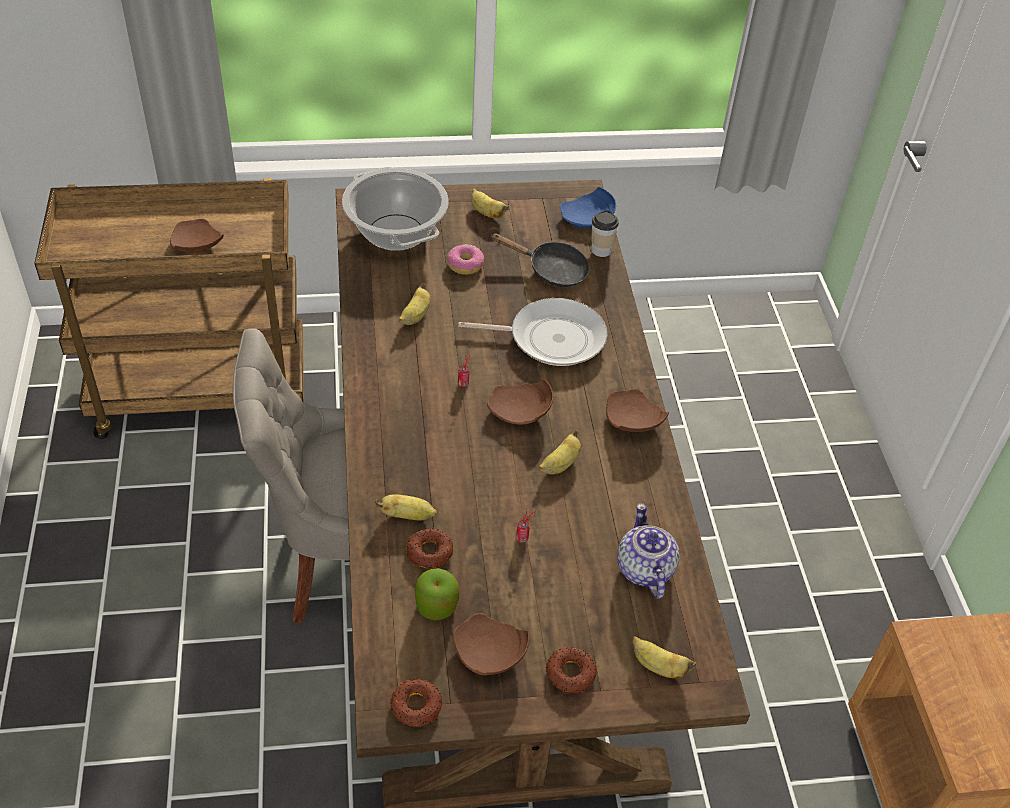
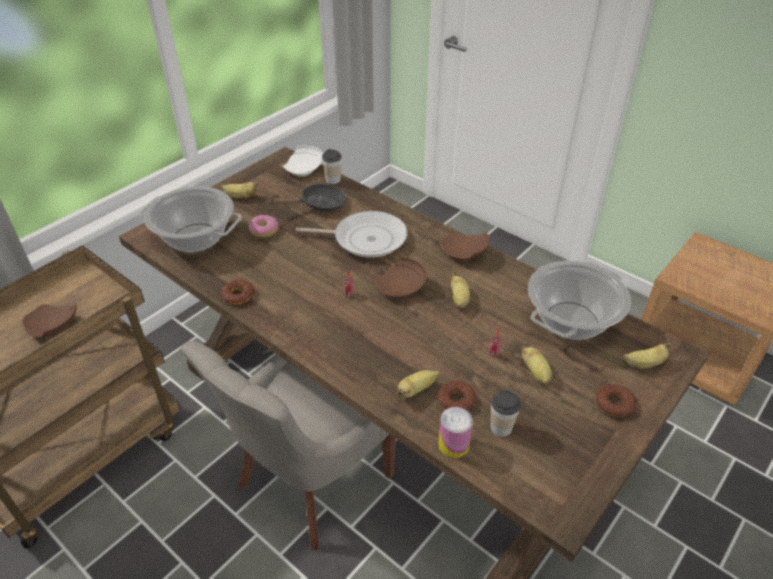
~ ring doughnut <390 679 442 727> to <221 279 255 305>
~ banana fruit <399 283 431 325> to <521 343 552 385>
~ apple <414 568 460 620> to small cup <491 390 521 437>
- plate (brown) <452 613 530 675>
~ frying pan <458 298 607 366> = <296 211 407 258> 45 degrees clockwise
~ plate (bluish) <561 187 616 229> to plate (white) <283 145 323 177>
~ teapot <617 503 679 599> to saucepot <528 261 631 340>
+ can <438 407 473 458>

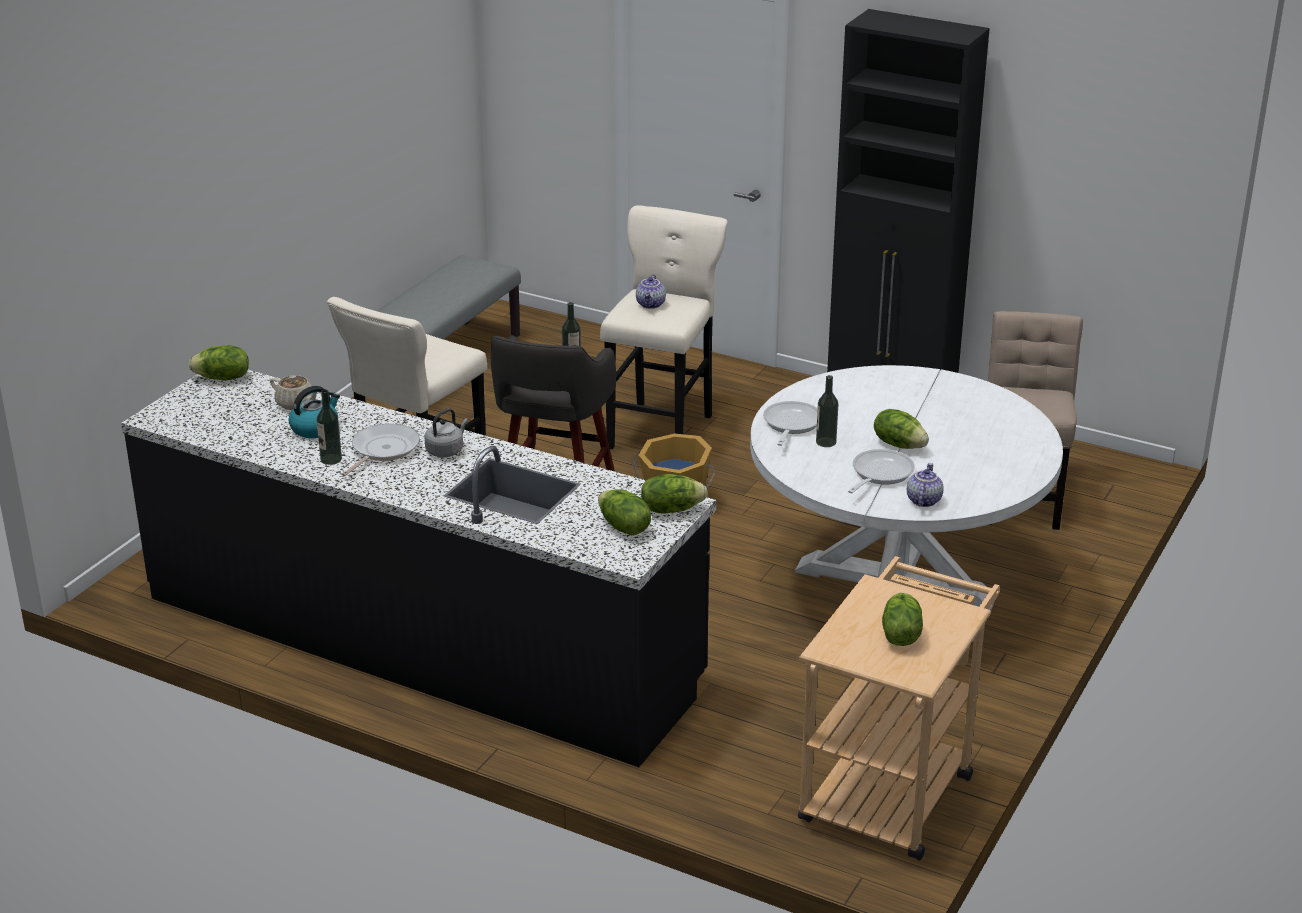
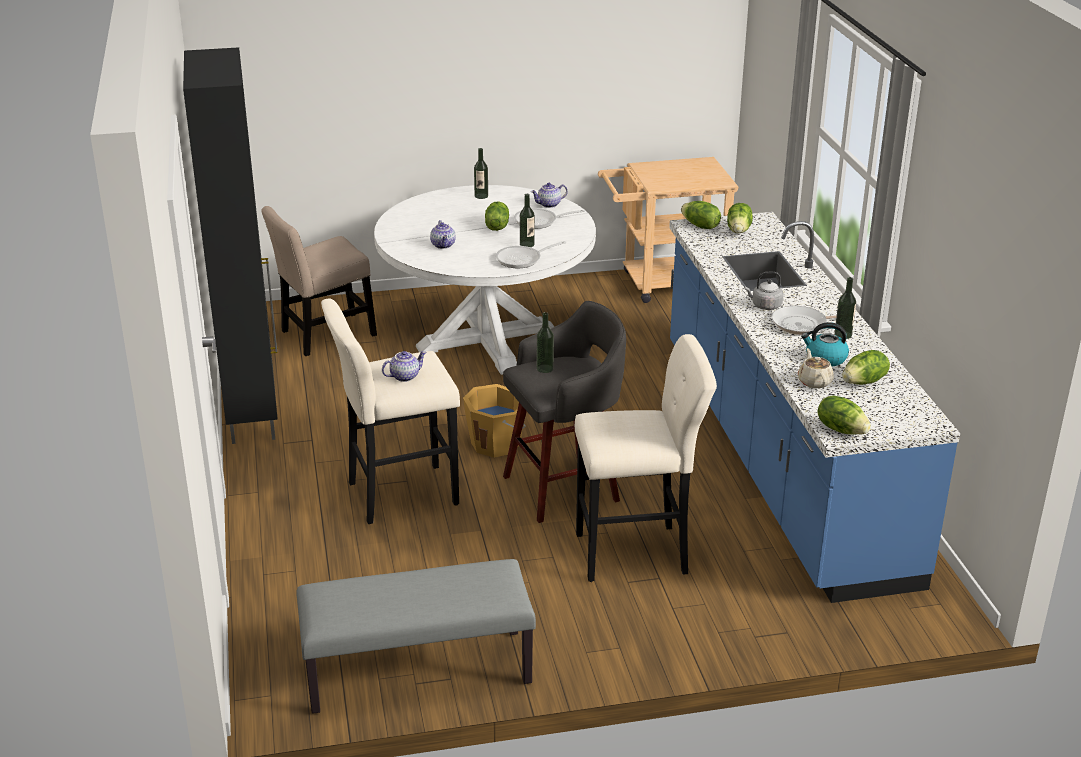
~ kitchen base unit (black-coloured) <121 370 716 767> to kitchen base unit (bluish) <669 212 960 603>
~ lettuce <882 592 923 646> to <842 350 890 385>
+ teapot <430 220 456 249>
+ beverage bottle <474 148 488 199>

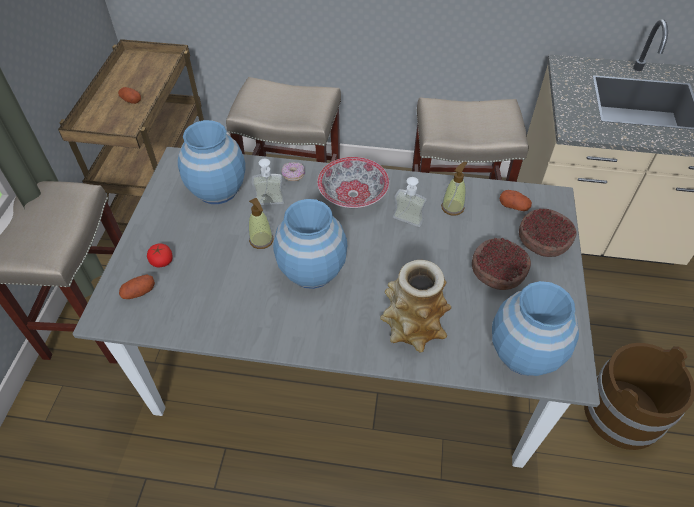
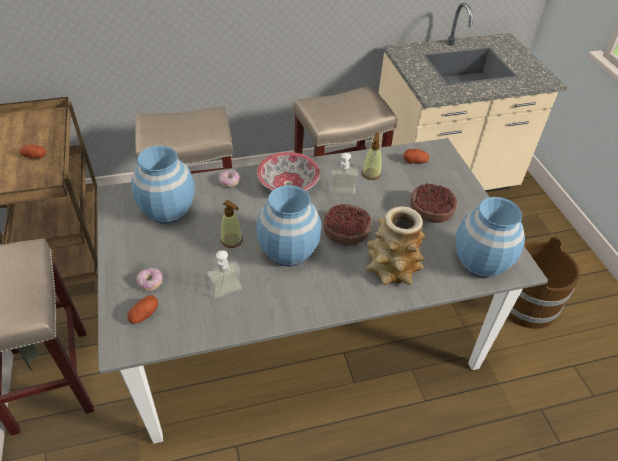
~ fresh tomato <147 243 173 267> to ring doughnut <136 268 163 291>
~ liquid soap bottle <252 159 284 205> to <207 250 242 299>
~ serving bowl <519 209 577 257> to <323 204 372 246>

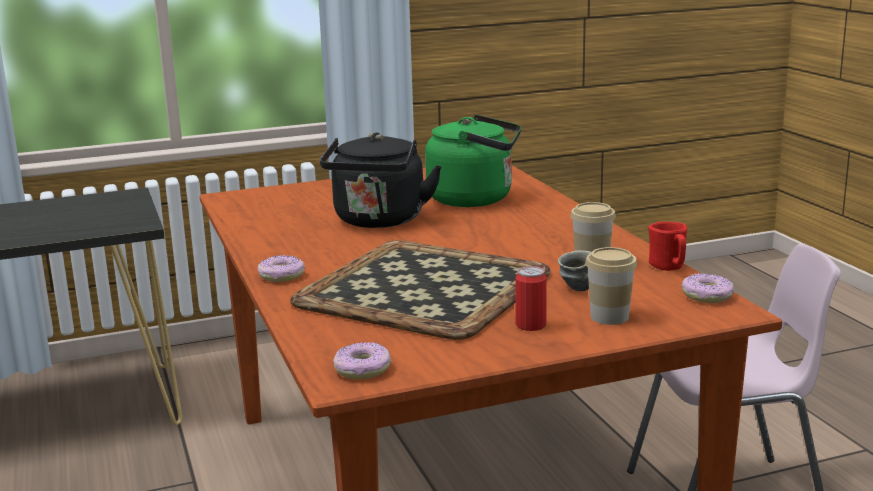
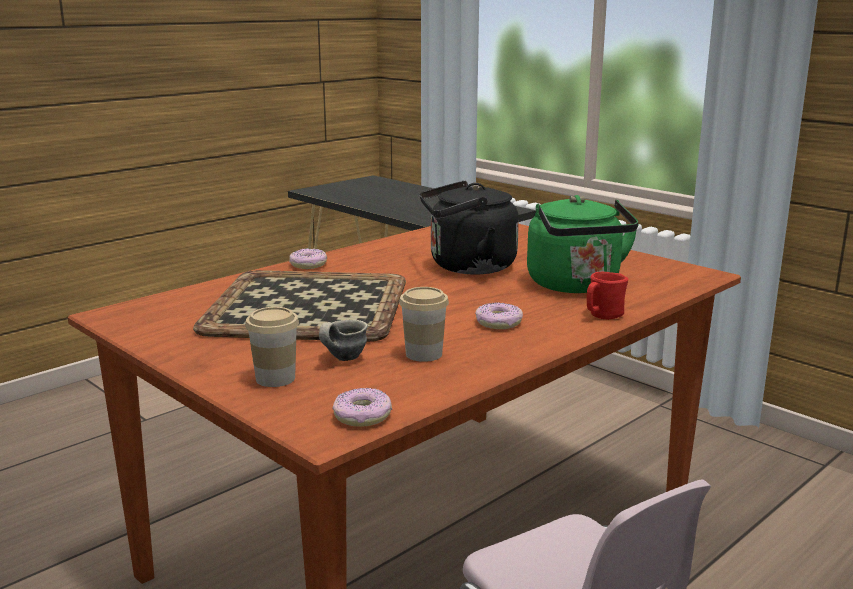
~ ring doughnut <333 342 391 379> to <475 303 523 329>
- can <515 266 547 331>
~ tea mug (red-coloured) <648 222 688 271> to <587 272 628 320>

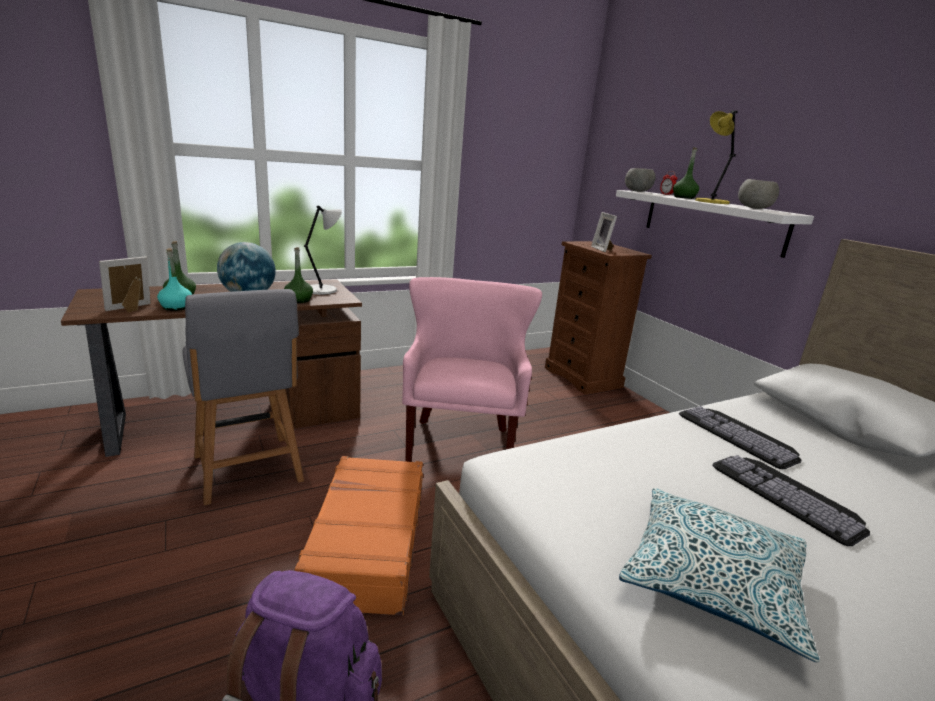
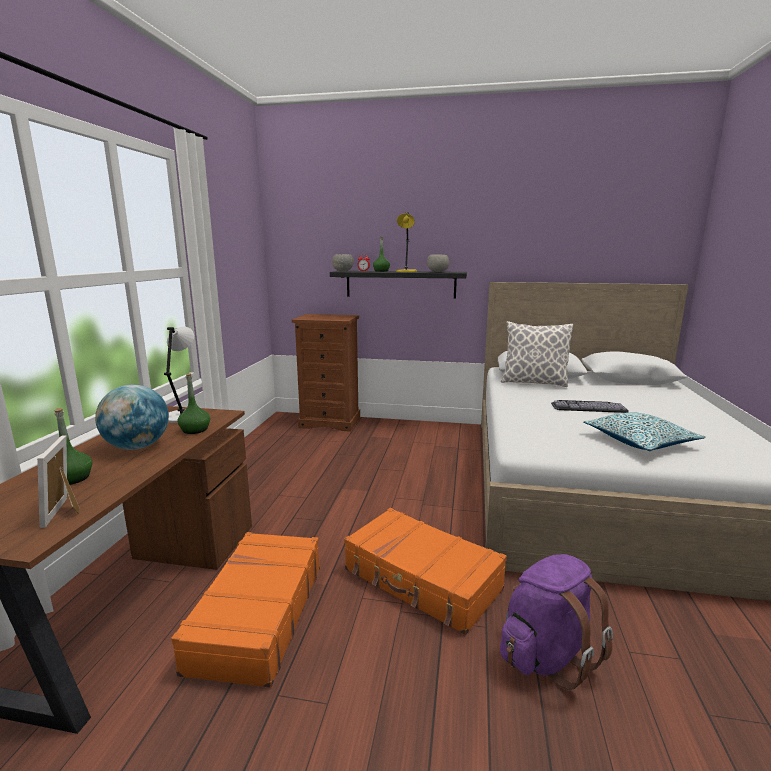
- beverage bottle (blue-green) <157 248 192 311>
~ chair (greyish) <183 289 304 506> to piece of luggage (orange-coloured) <171 532 320 688>
- easy chair (pink-coloured) <402 277 542 462>
- picture frame <591 212 617 252>
~ shelf (white) <616 190 814 258> to shelf (black-coloured) <330 271 467 299>
- PC keyboard <679 406 802 469>
+ pillow <501 321 573 387>

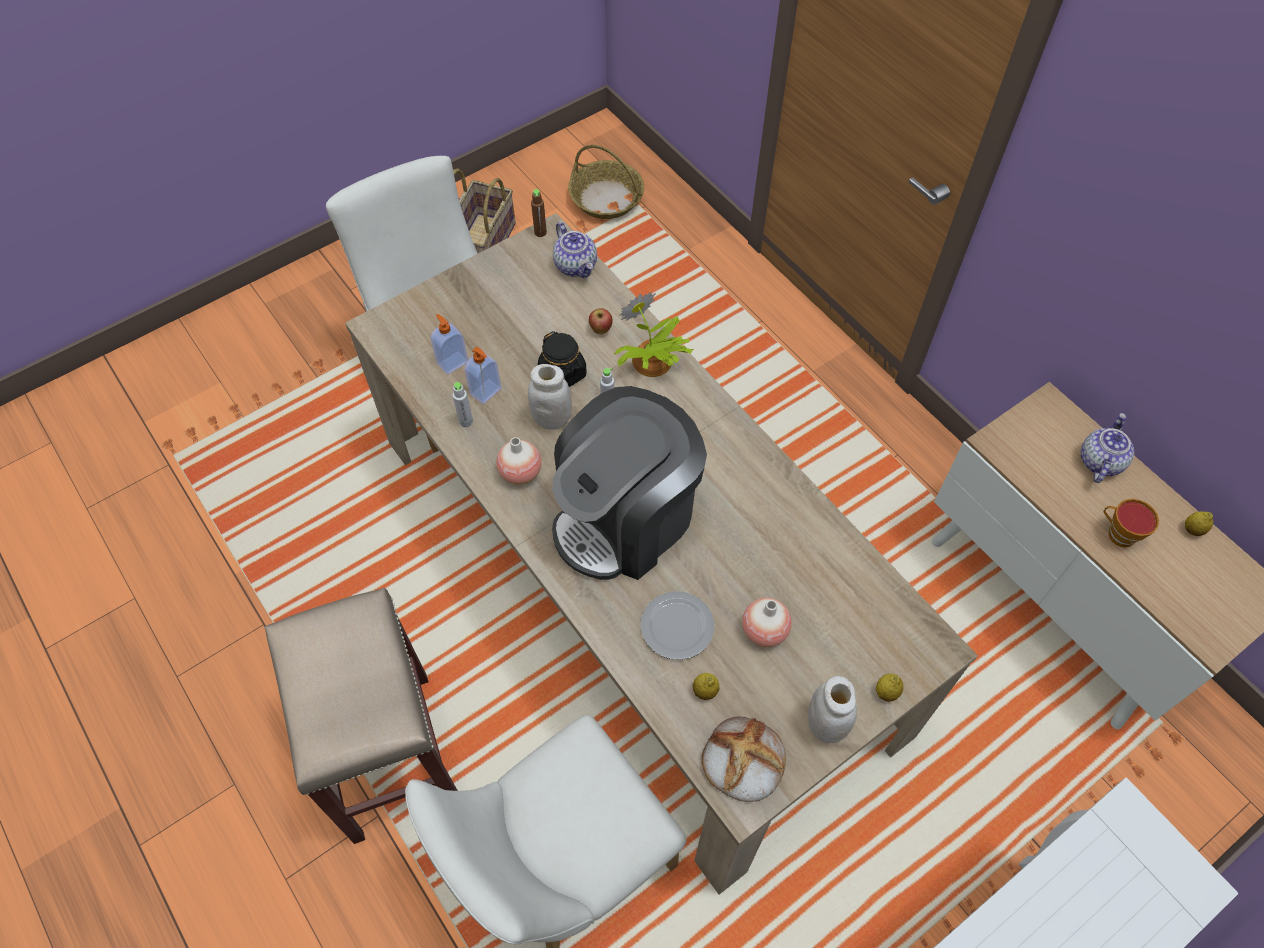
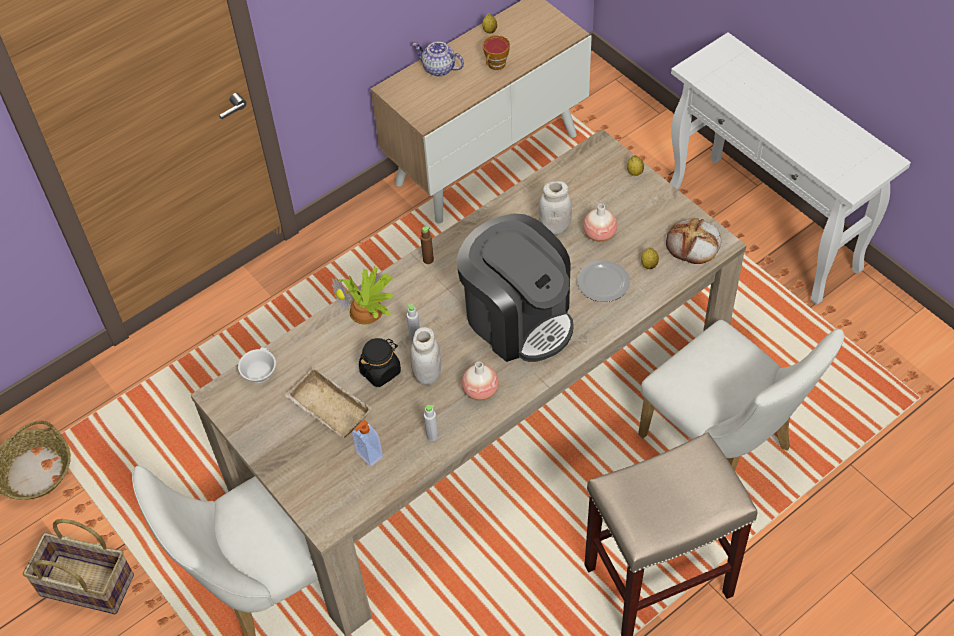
- liquid soap bottle <465 347 501 404>
~ beverage bottle (brown) <531 189 547 237> to <420 226 434 264>
~ teapot <553 222 597 278> to small cup (white) <238 347 276 383>
- apple <589 308 613 334>
~ storage jar (white) <808 676 857 743> to <538 181 572 235>
+ carrying tray (sand-coloured) <285 367 372 438>

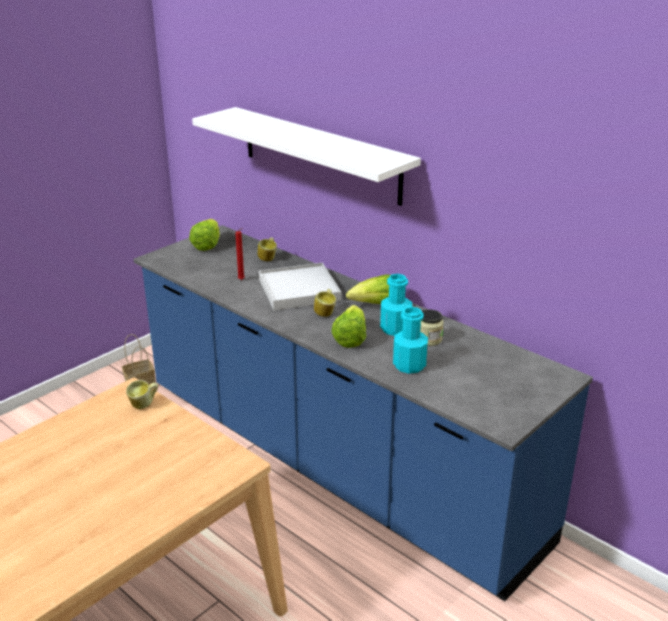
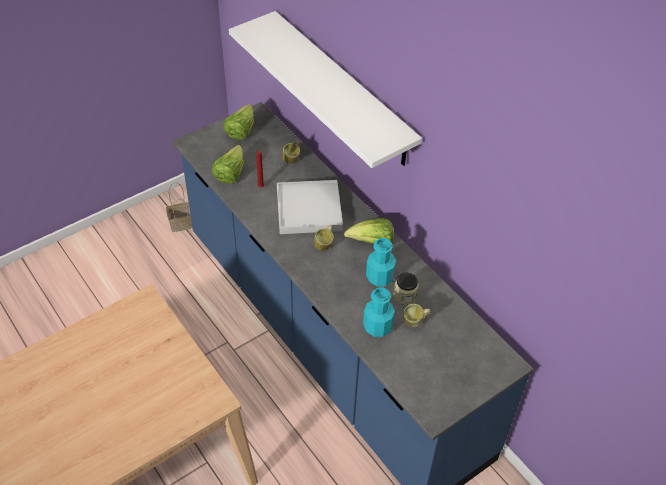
~ tea mug <126 380 158 409> to <404 304 431 327>
~ lettuce <331 305 366 348> to <212 145 244 184>

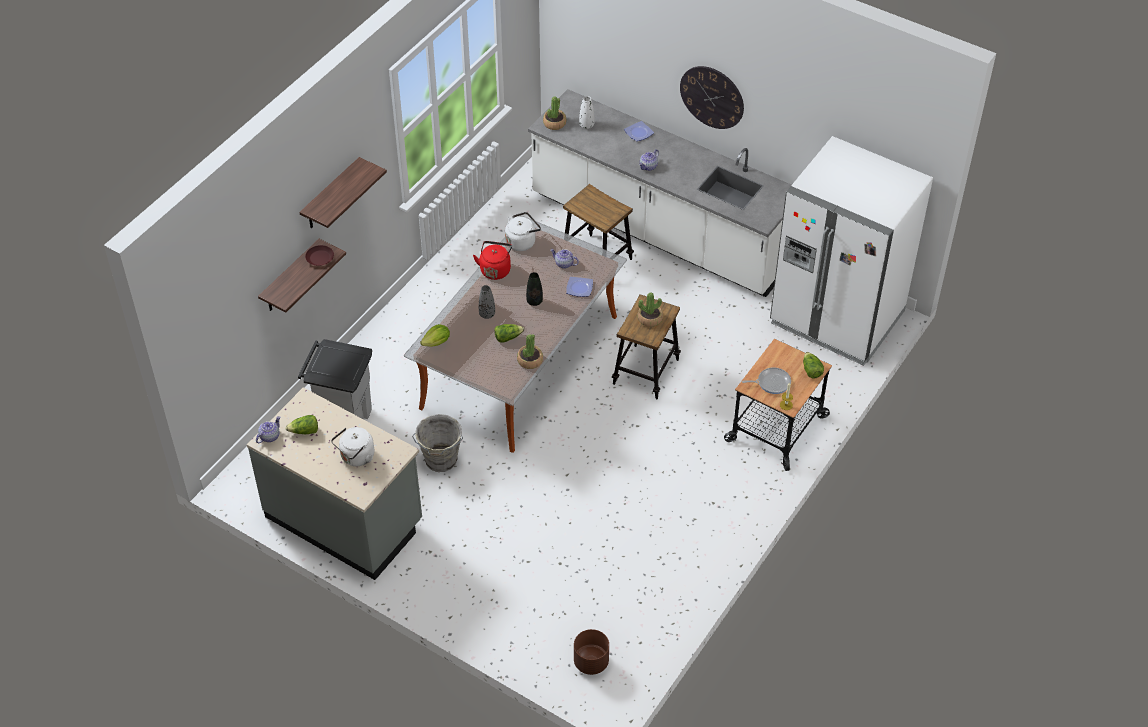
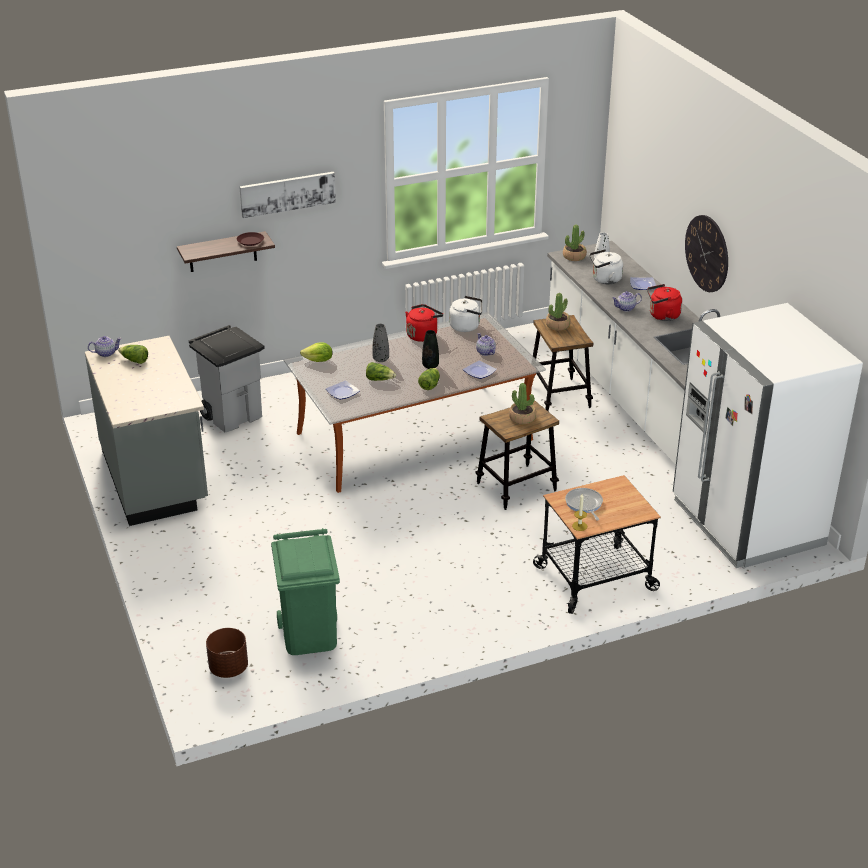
~ shelf <299 157 387 228> to wall art <239 172 336 218>
~ tea kettle (white) <331 427 374 466> to <589 249 623 284>
- water bucket (greyish) <412 414 463 472>
~ houseplant <517 334 543 369> to <546 293 571 331>
~ frying pan <742 367 791 394> = <565 488 603 521> 135 degrees counterclockwise
~ lettuce <803 352 824 379> to <418 368 440 390>
+ waste bin (green) <271 528 340 655>
+ plate <326 380 360 400>
+ tea kettle (red-coloured) <647 284 682 321>

